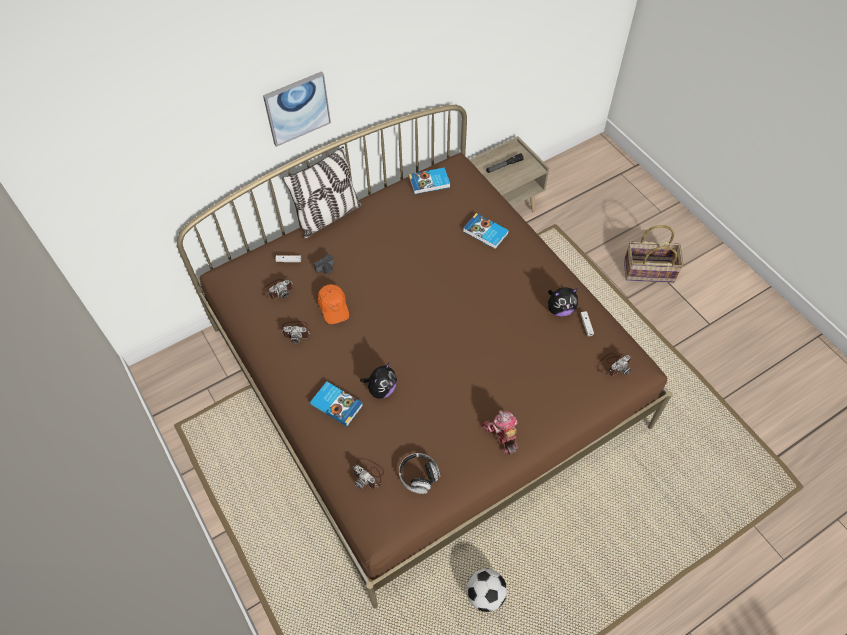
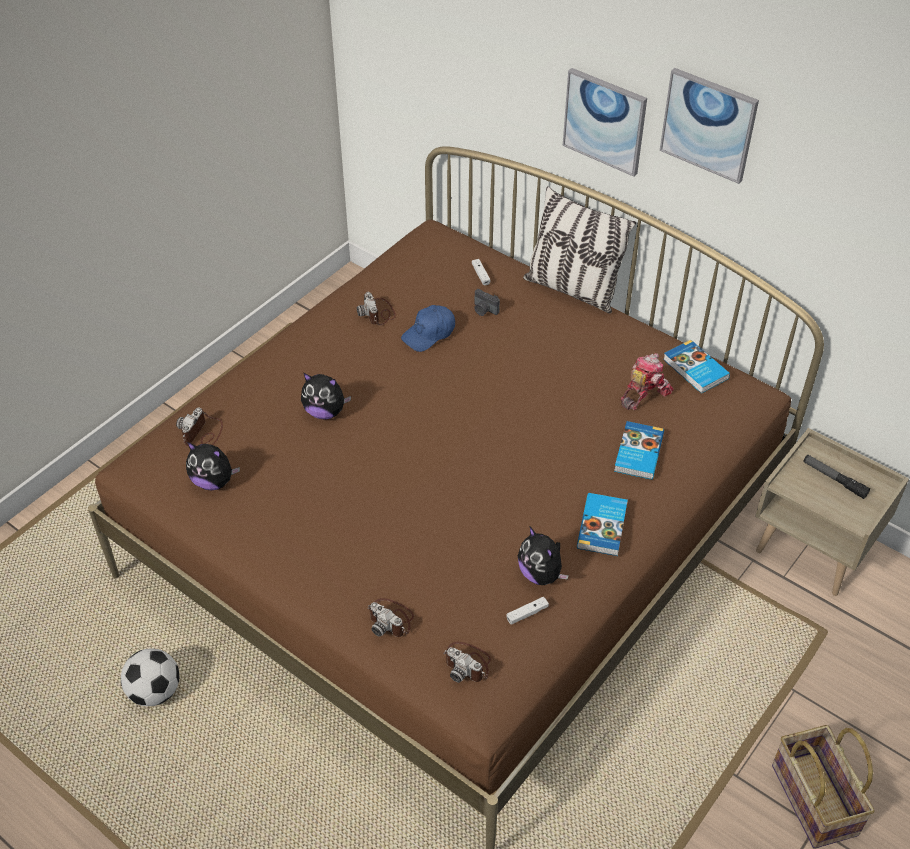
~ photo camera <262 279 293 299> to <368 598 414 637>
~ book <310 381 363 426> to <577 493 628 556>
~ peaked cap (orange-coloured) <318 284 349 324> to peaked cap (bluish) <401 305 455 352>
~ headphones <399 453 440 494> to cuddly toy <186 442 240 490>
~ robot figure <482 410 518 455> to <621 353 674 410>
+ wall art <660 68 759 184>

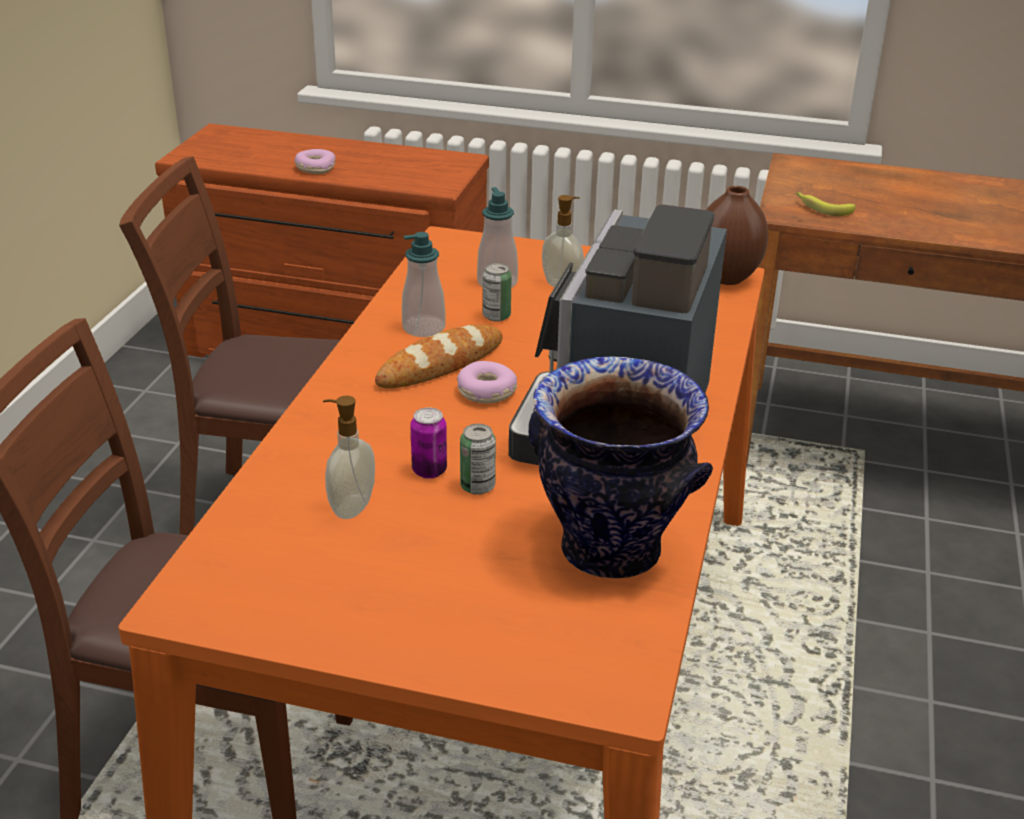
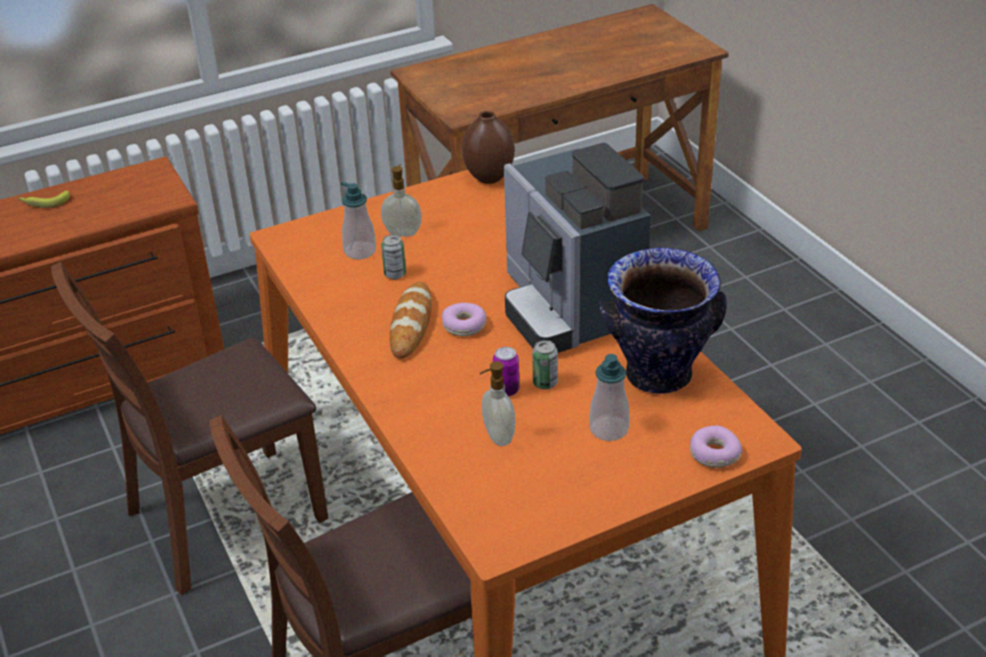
~ ring doughnut <294 149 336 174> to <690 426 742 468>
~ liquid soap bottle <402 232 446 337> to <589 354 630 441>
~ banana fruit <796 192 856 216> to <18 191 70 208>

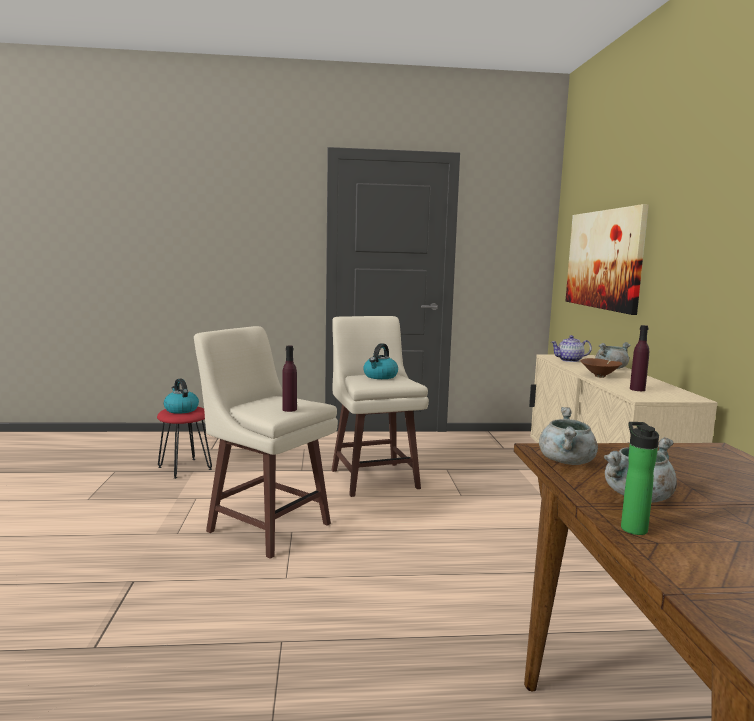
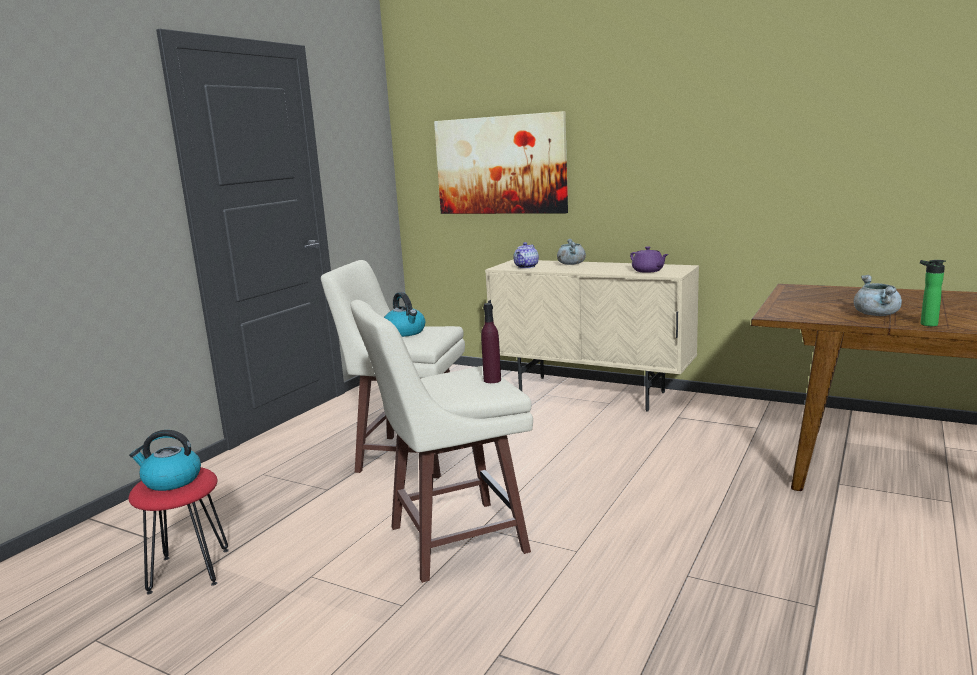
- saucepot (greyish) <539 407 598 465>
- serving bowl (brown) <581 358 623 378>
~ beverage bottle (purple-coloured) <630 325 649 391> to teapot (purple-coloured) <630 246 668 273>

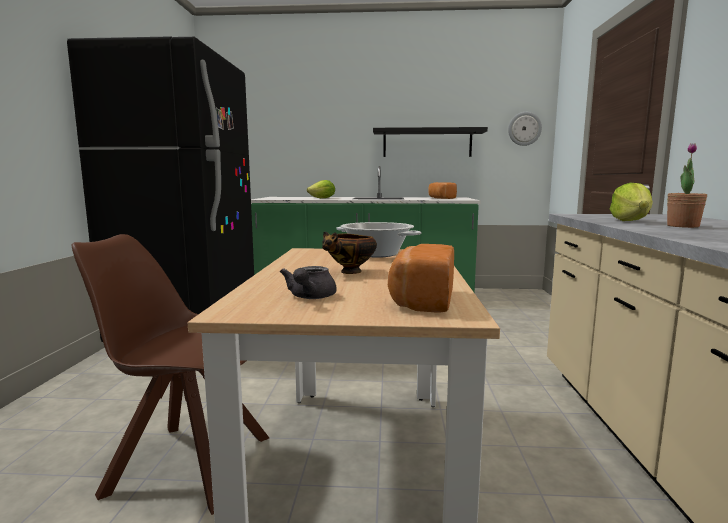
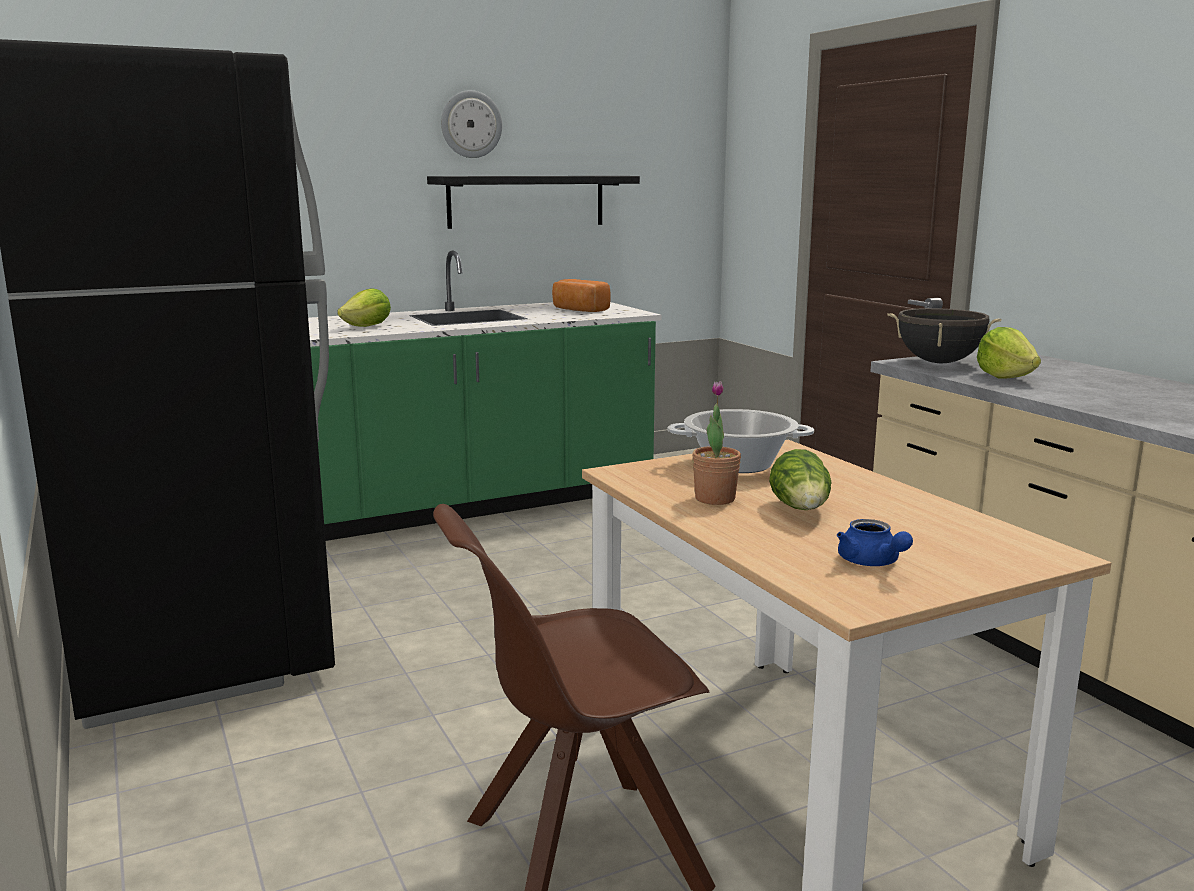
~ teapot (greyish) <280 266 337 299> to teapot (bluish) <837 519 913 566>
~ serving bowl <322 232 377 274> to lettuce <769 449 832 510>
- bread <388 244 454 313>
~ wall clock <508 112 542 146> to <441 90 502 158>
~ houseplant <667 143 707 228> to <692 381 741 505>
+ saucepot (black-coloured) <887 308 1002 363>

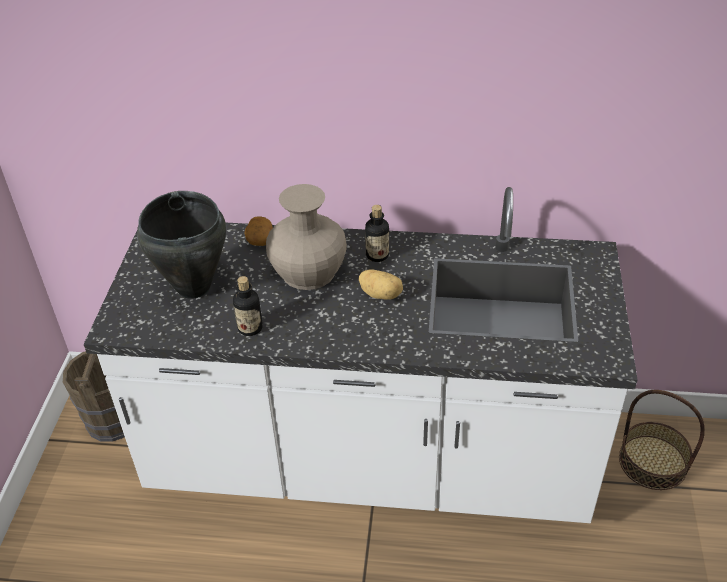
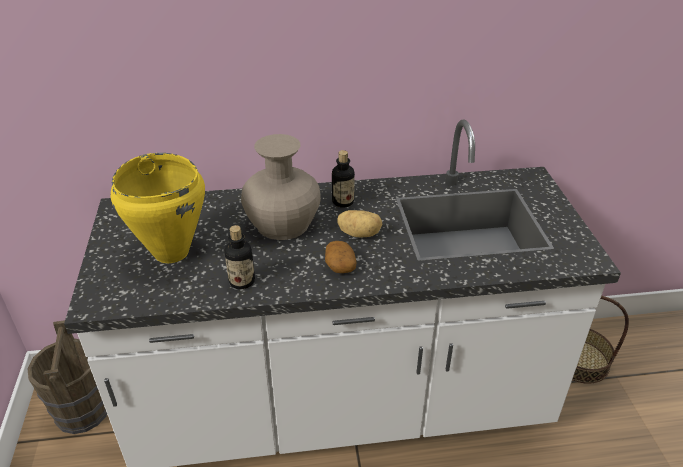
~ saucepot (black-coloured) <137 191 226 299> to saucepot (yellowish) <111 153 205 263>
~ potato <245 216 273 246> to <325 241 356 273>

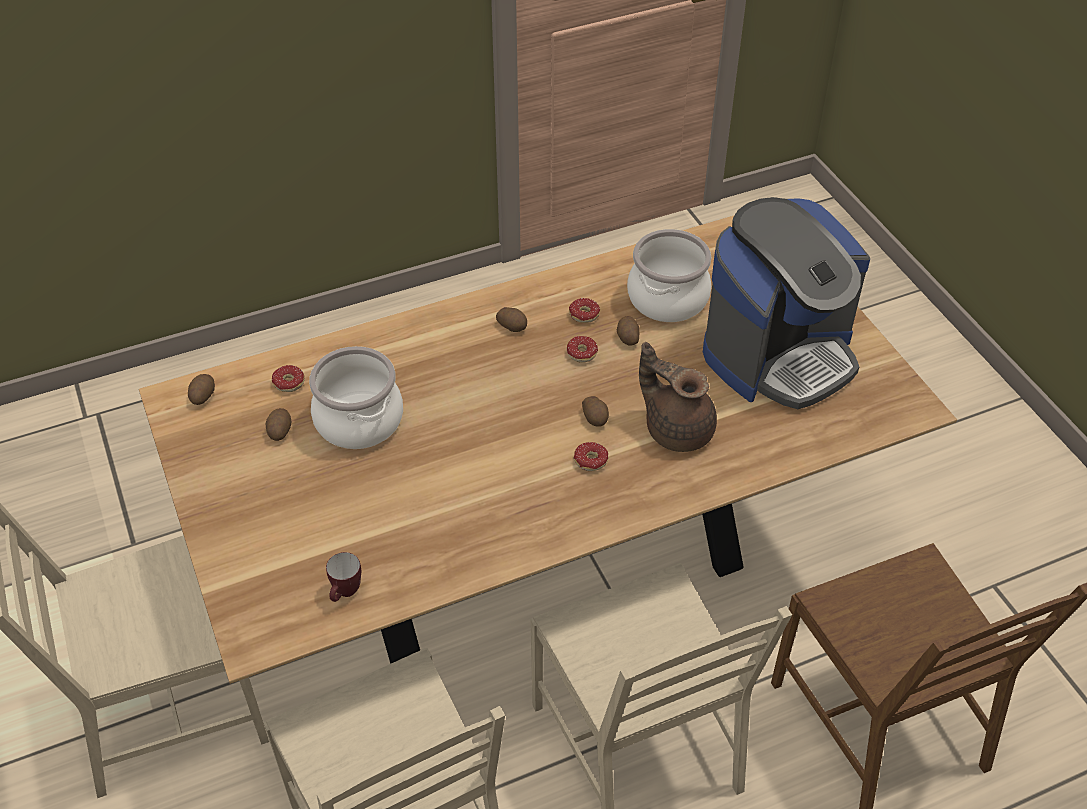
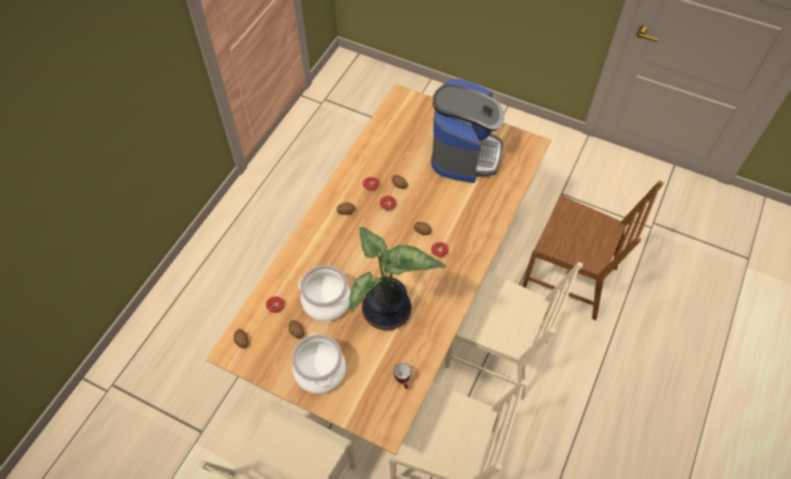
~ saucepot <627 229 711 322> to <292 334 346 394>
- teapot (brown) <639 342 717 452>
+ houseplant <349 227 447 330>

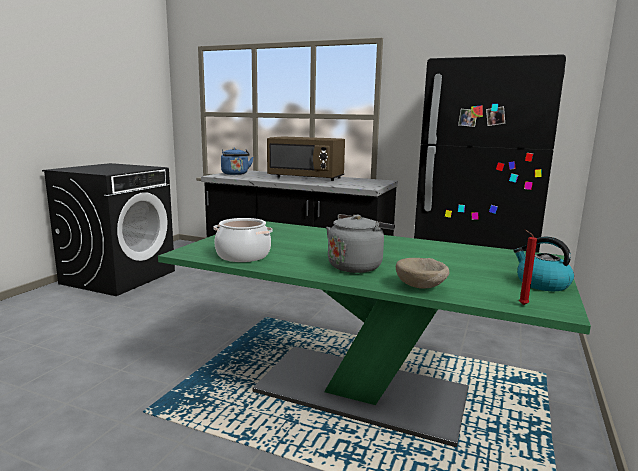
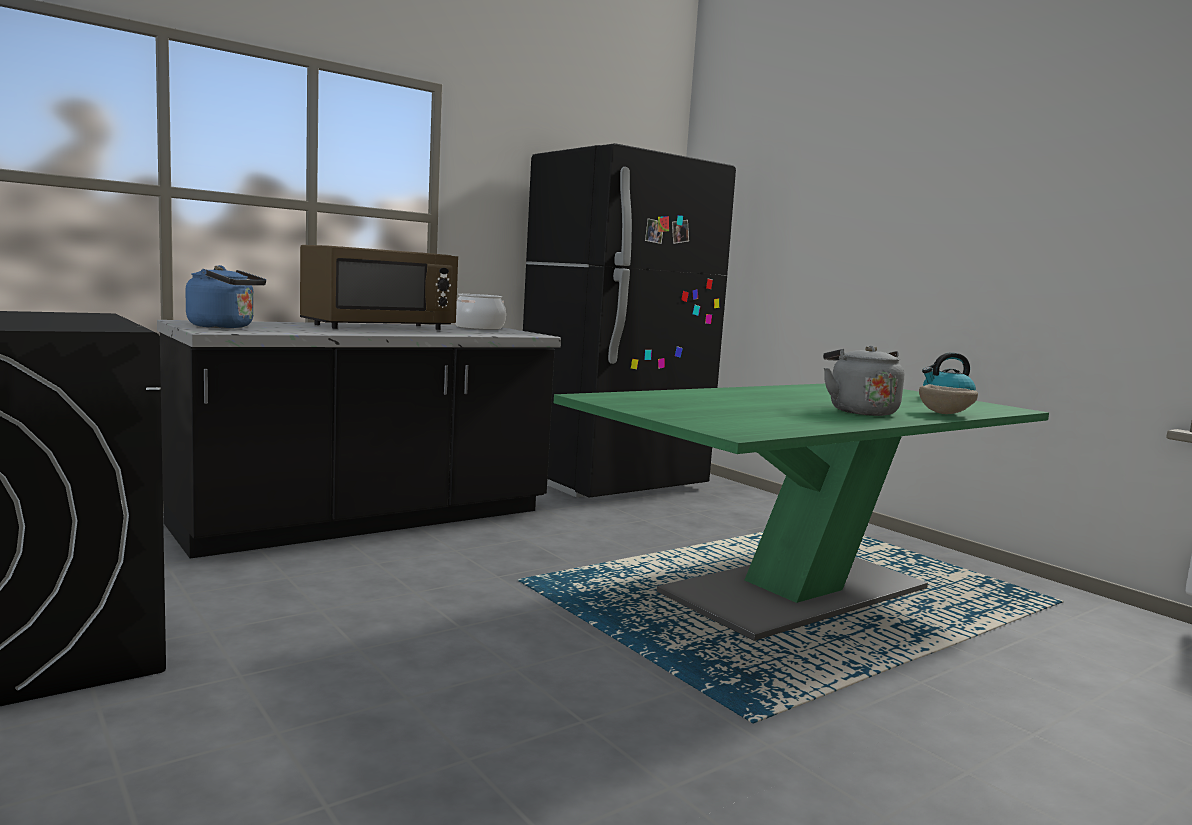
~ saucepot <213 218 273 262> to <455 294 506 330>
- candle (red-coloured) <519 230 537 305>

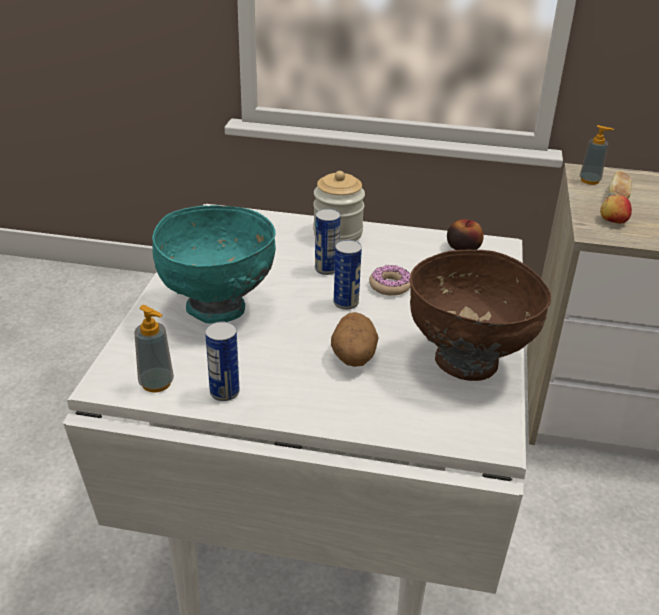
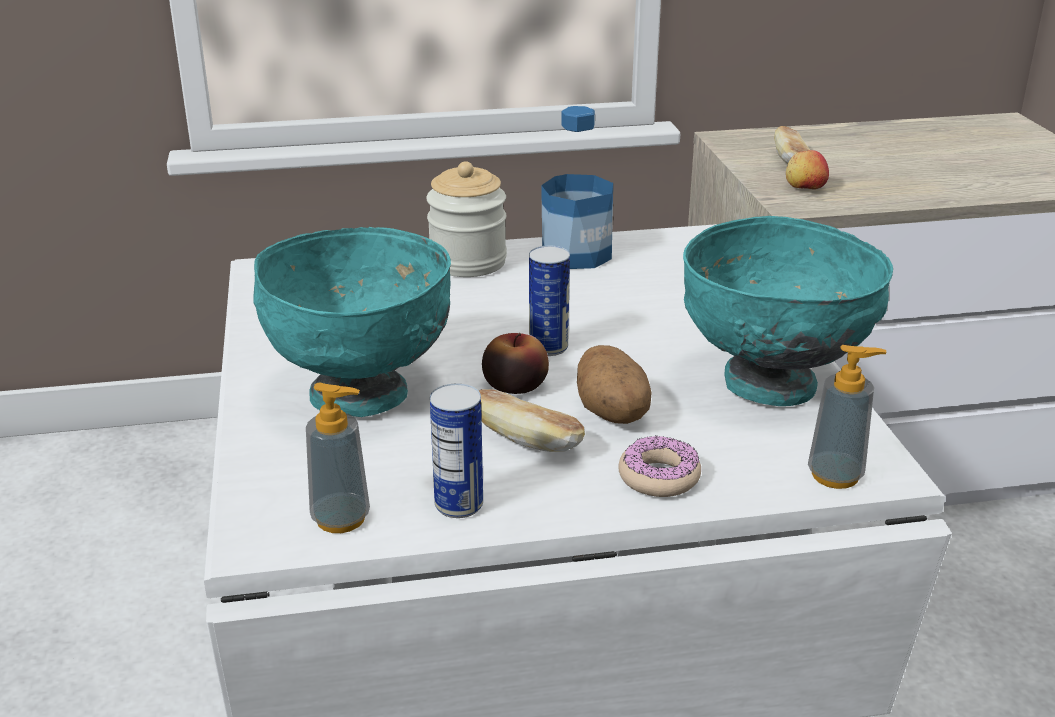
- can <315 209 340 275>
~ ring doughnut <369 265 411 296> to <618 435 701 497>
~ serving bowl (brown) <410 250 551 381> to serving bowl (blue-green) <683 216 893 406>
~ apple <447 219 484 250> to <482 333 549 394>
~ liquid soap bottle <580 125 614 185> to <808 345 887 489>
+ bread <479 389 585 452>
+ beverage bottle <541 106 613 269>

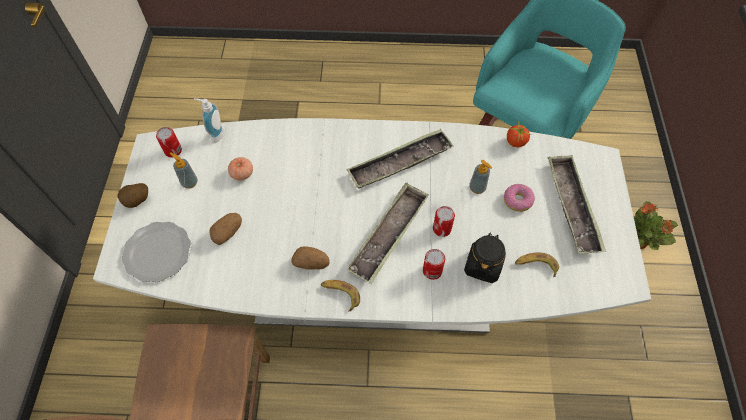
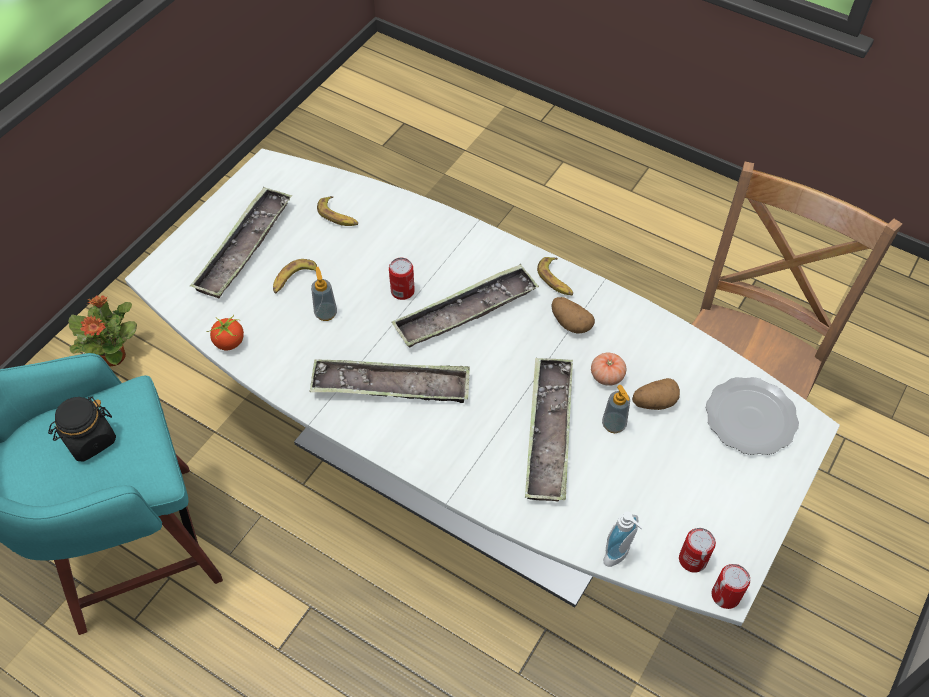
- potato <117 183 148 208>
~ liquid soap bottle <170 153 198 189> to <602 385 630 433>
~ fresh tomato <228 157 253 181> to <591 352 626 386>
~ can <423 249 445 280> to <712 564 750 609>
~ storage jar (black-coloured) <464 232 506 283> to <48 397 116 462>
~ ring doughnut <504 184 535 212> to banana fruit <273 259 317 293>
+ carrying tray <525 358 573 502>

